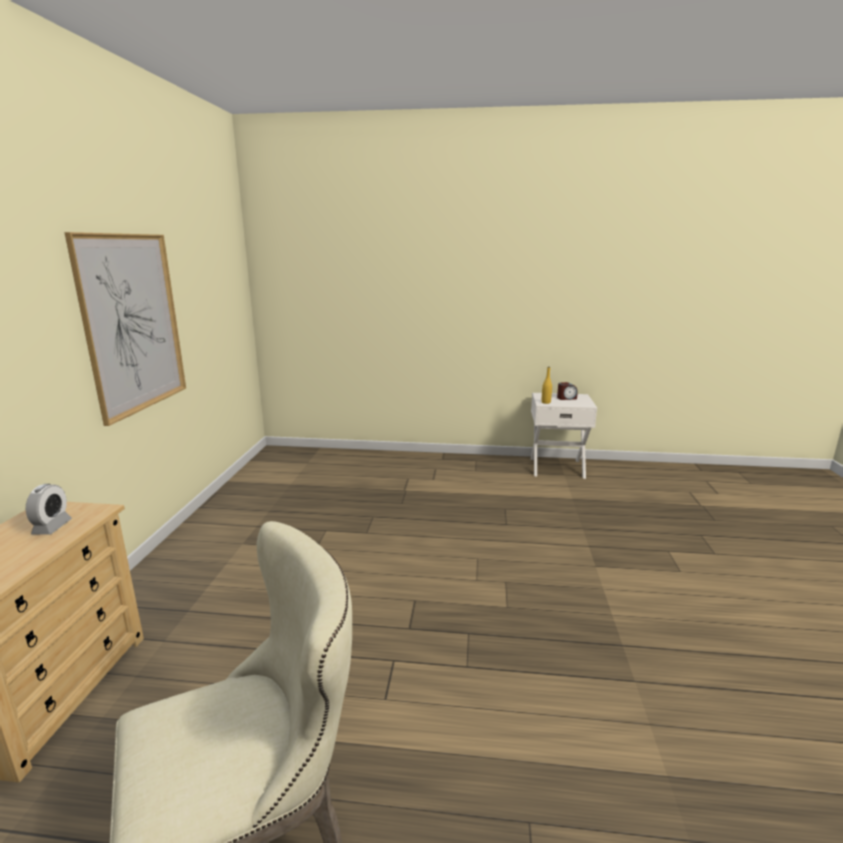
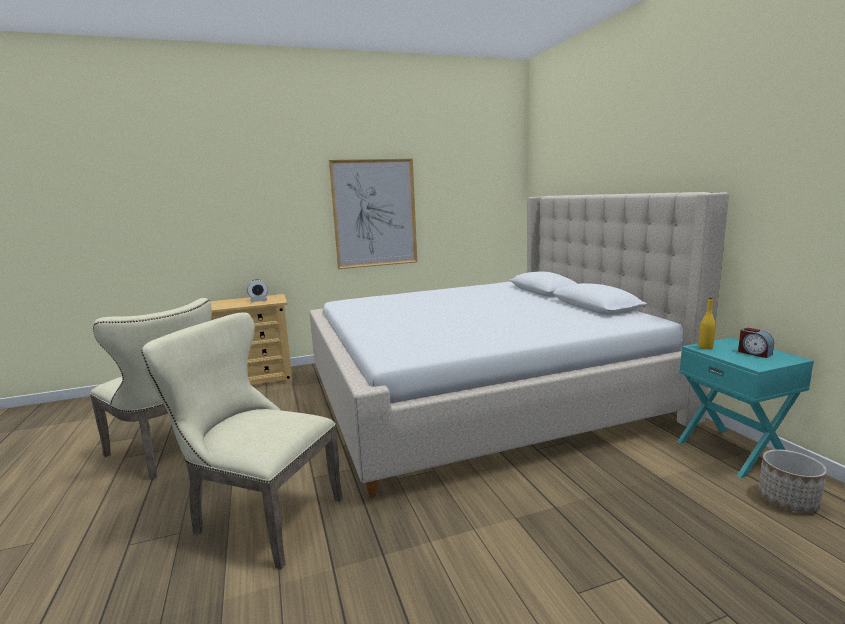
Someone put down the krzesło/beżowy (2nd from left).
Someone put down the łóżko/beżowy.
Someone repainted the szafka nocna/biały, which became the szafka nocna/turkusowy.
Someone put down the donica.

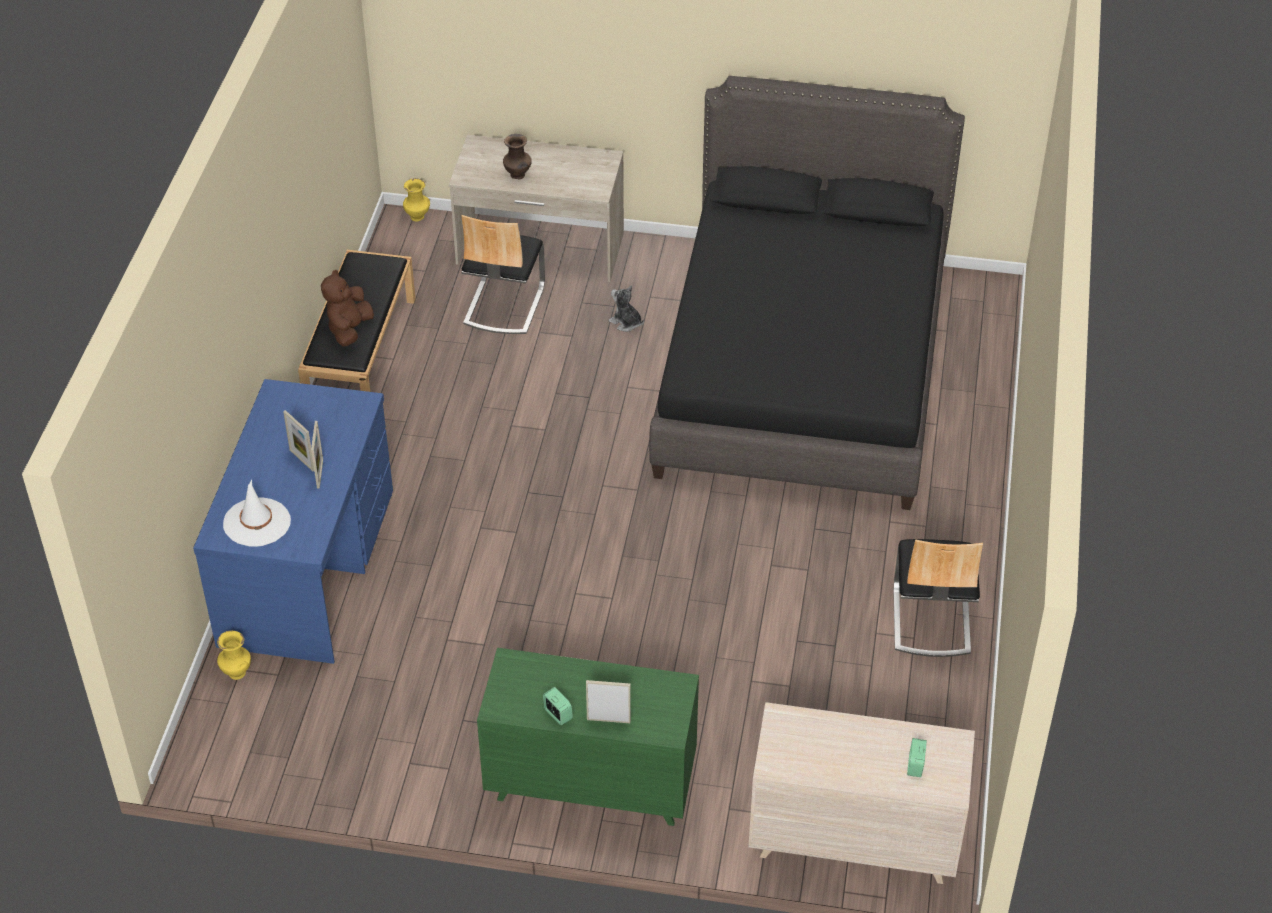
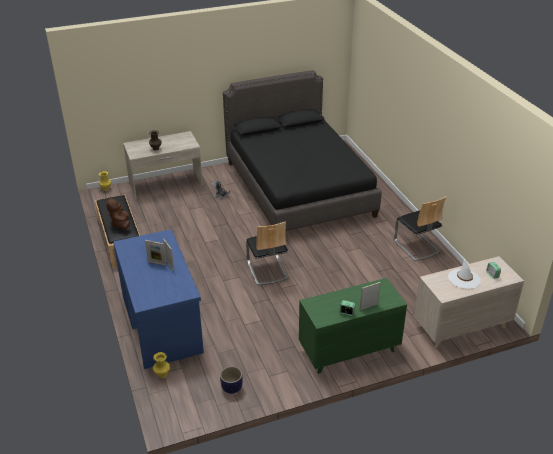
Someone put down the donica.
Someone carried the krzesło (1st from left).
Someone carried the kapelusz/biały.

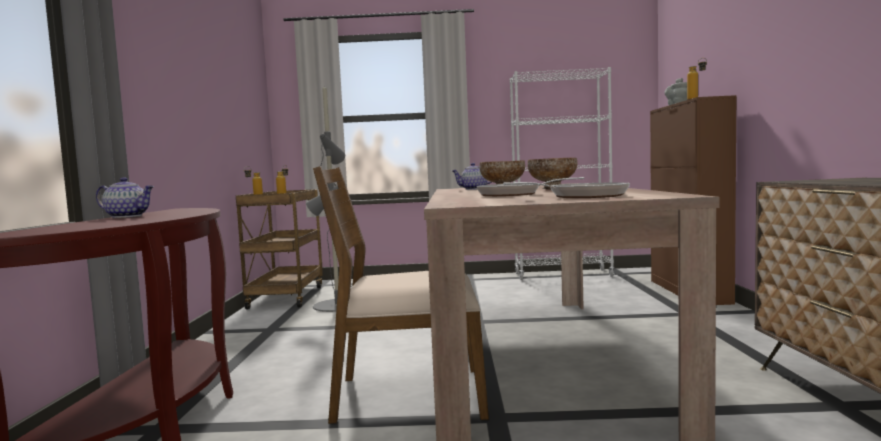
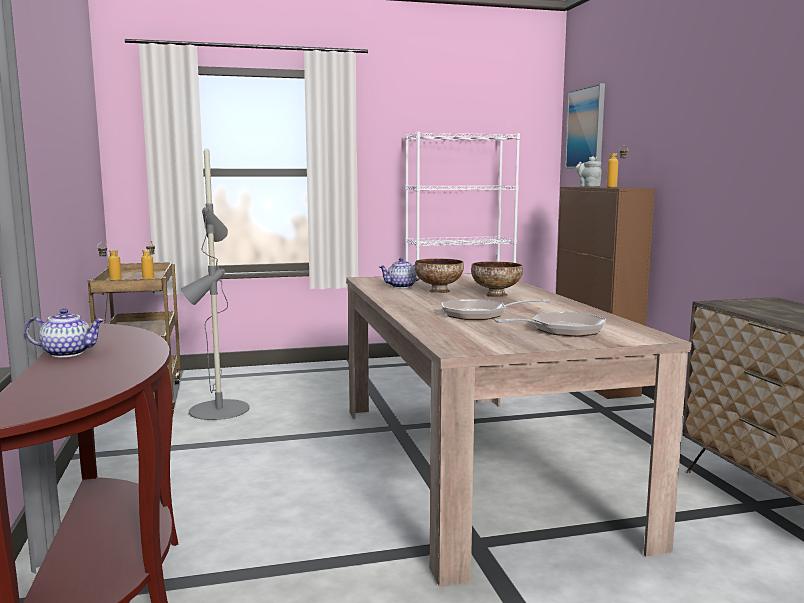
Someone put up the obraz.
Someone took away the krzesło/brązowy.

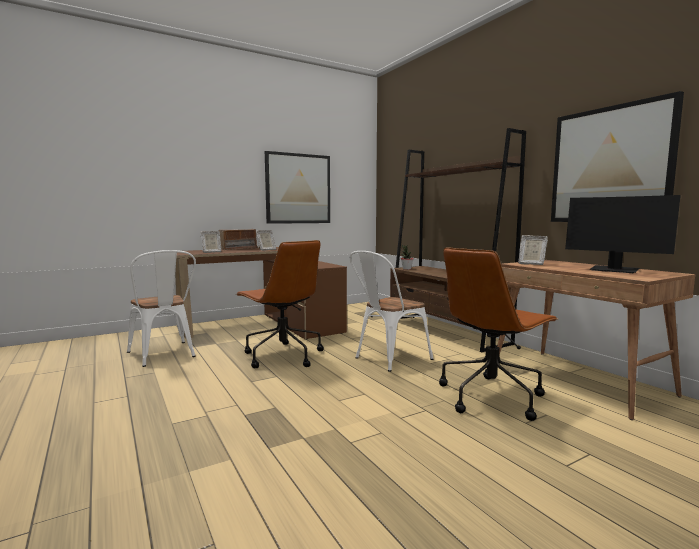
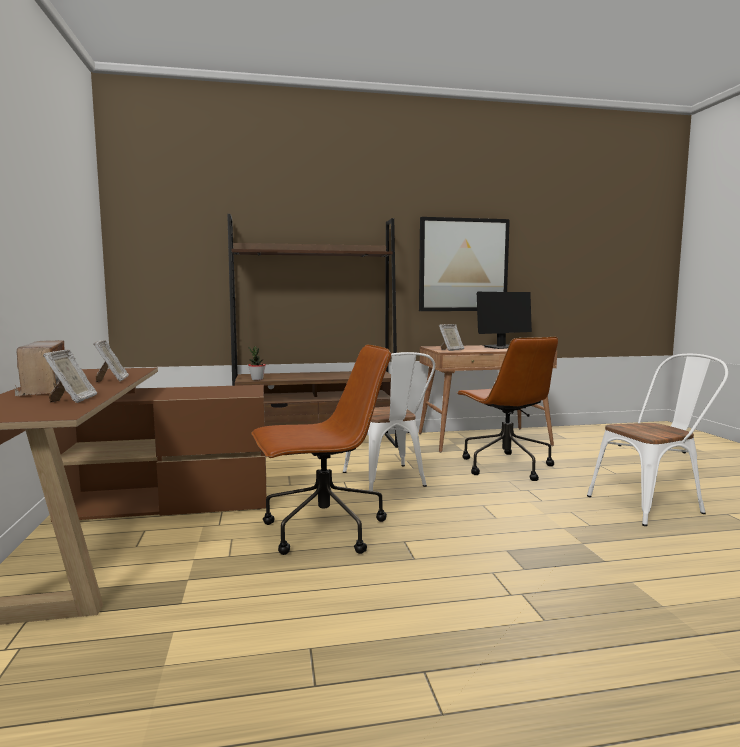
Someone carried the krzesło/biały (1st from left in the first image).
Someone took away the obraz (1st from left).

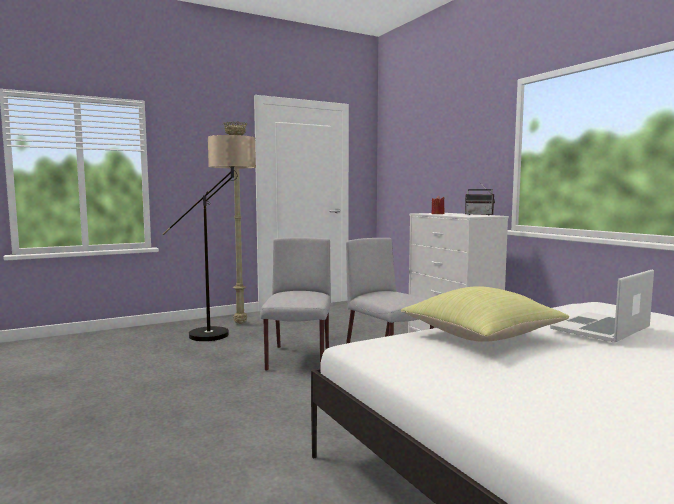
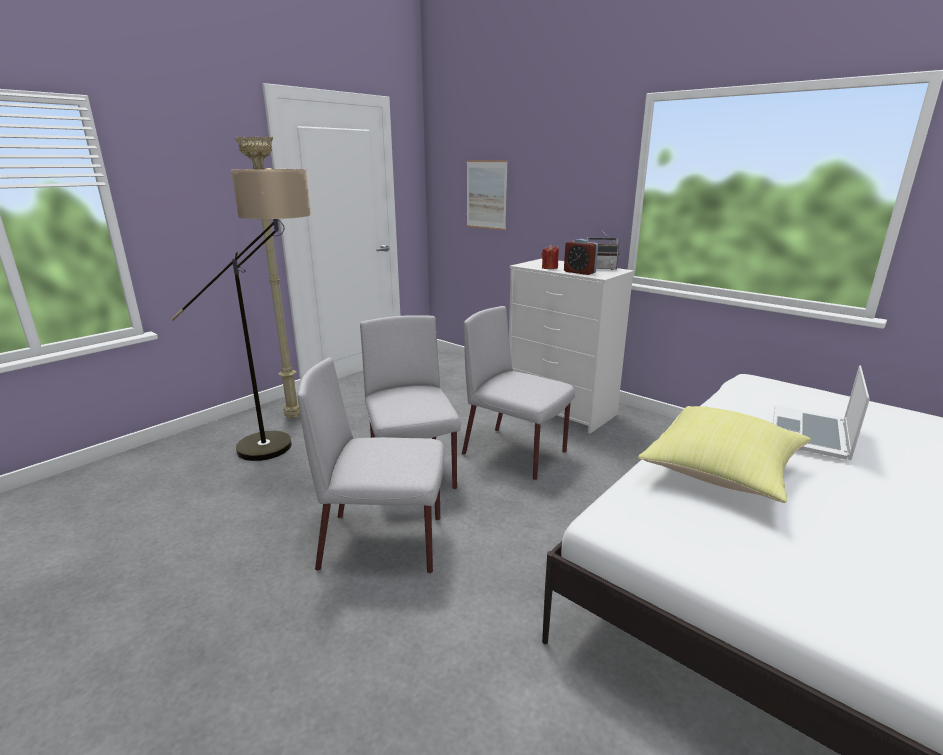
Someone put down the krzesło/szary (1st from left).
Someone put up the obraz.
Someone put down the budzik.

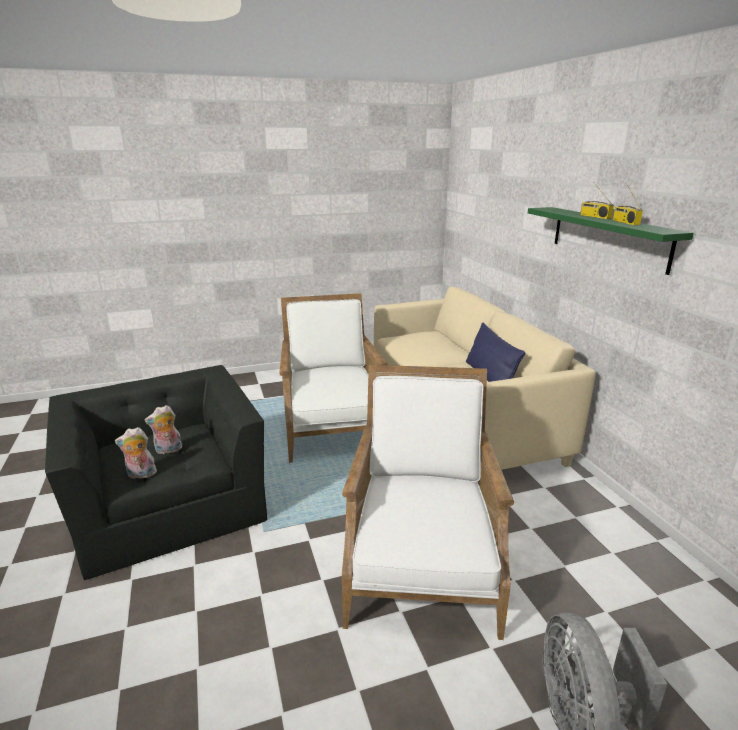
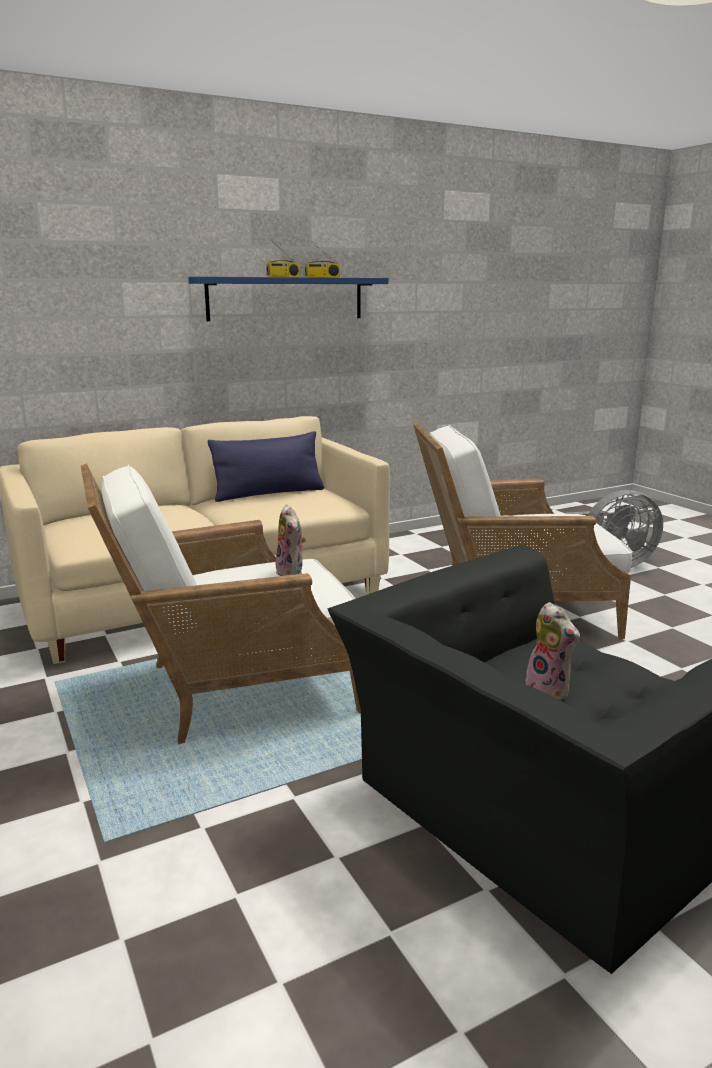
Someone repainted the półka/zielony, which became the półka/niebieski.
Someone carried the pluszak (1st from left).

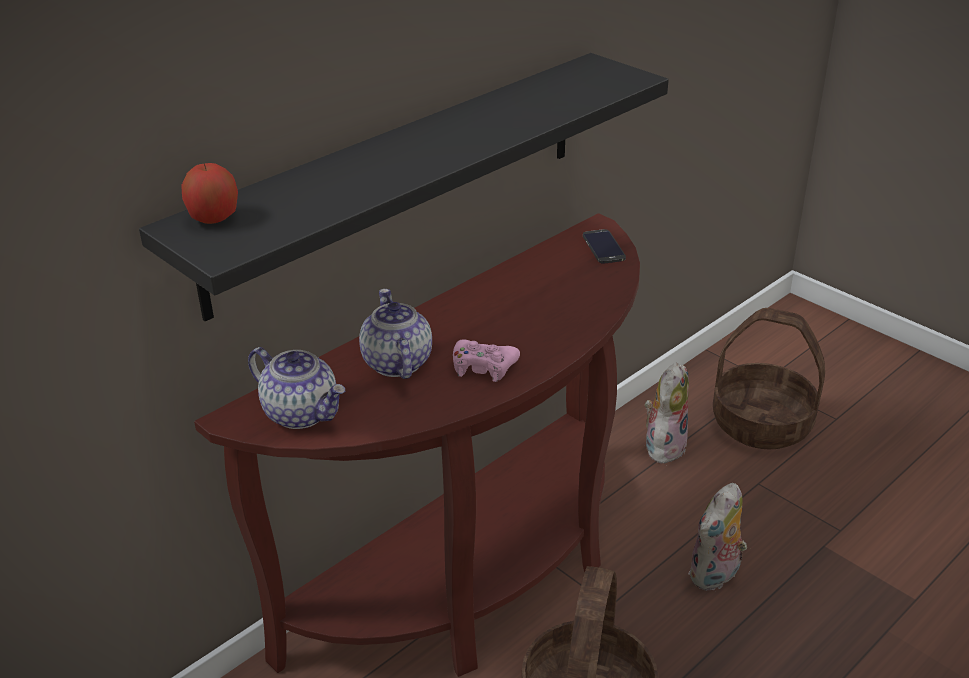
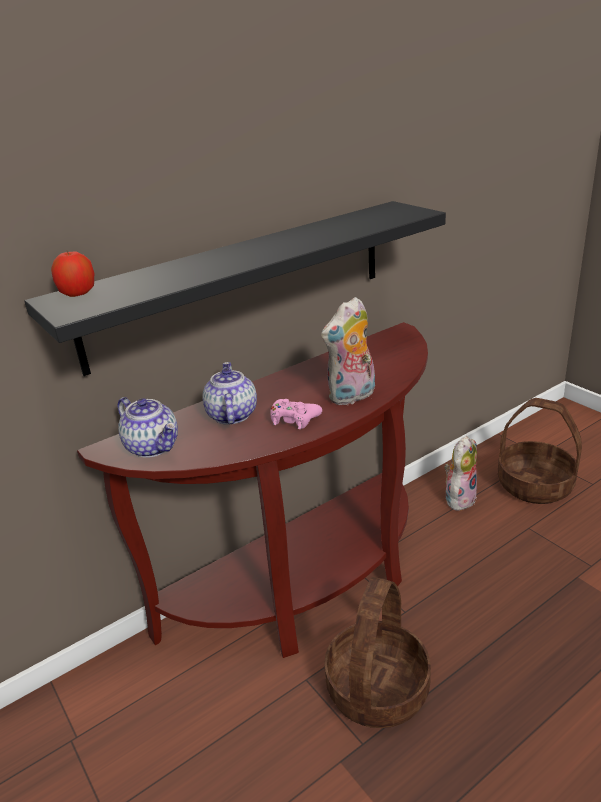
Someone carried the pluszak (2nd from left in the first image).
Someone took away the telefon.

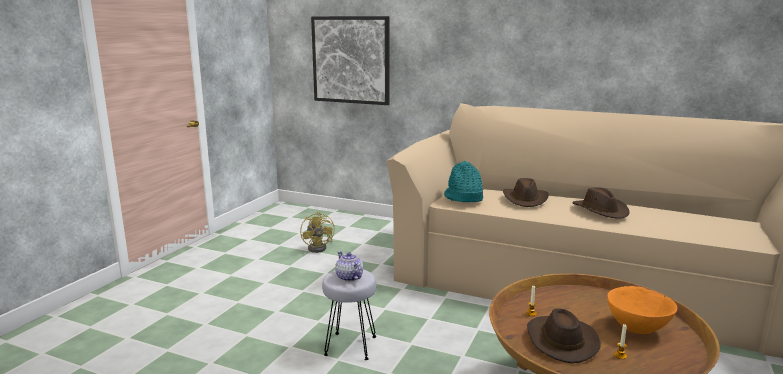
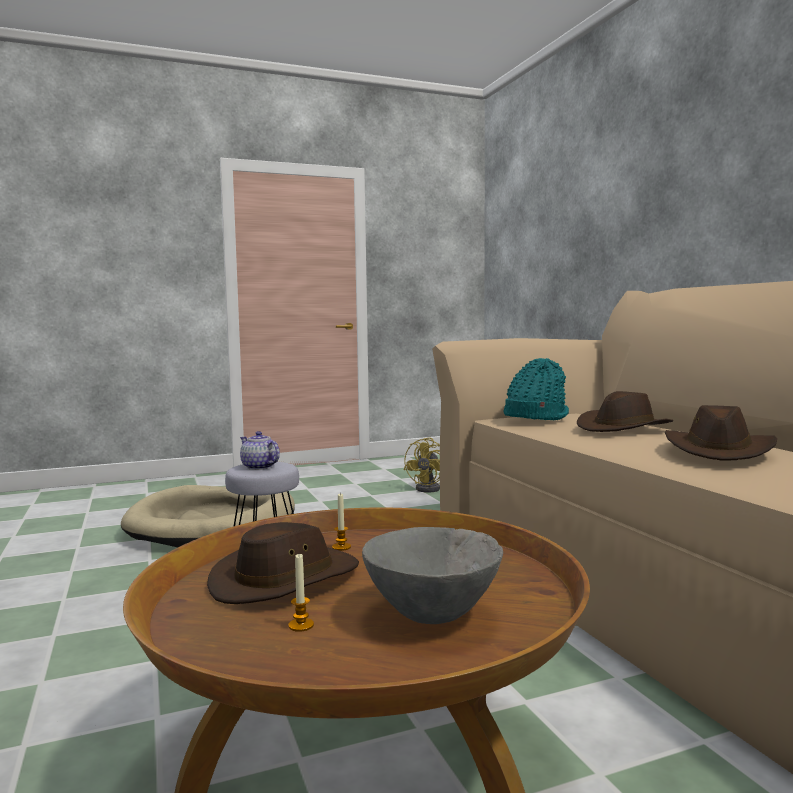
Someone put down the legowisko/beżowy.
Someone rotated the imbryk by 60 degrees counterclockwise.
Someone repainted the miska/pomarańczowy, which became the miska/szary.
Someone took away the obraz.

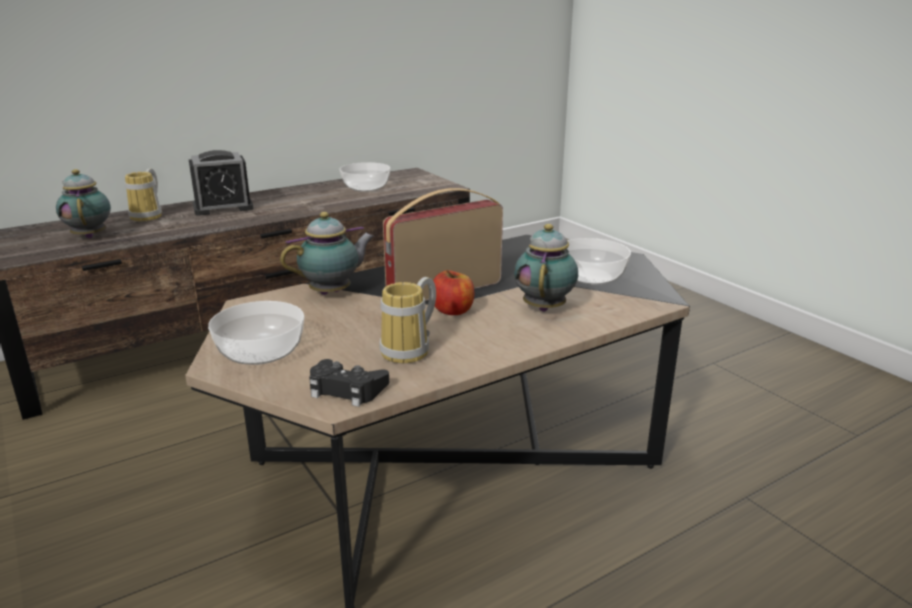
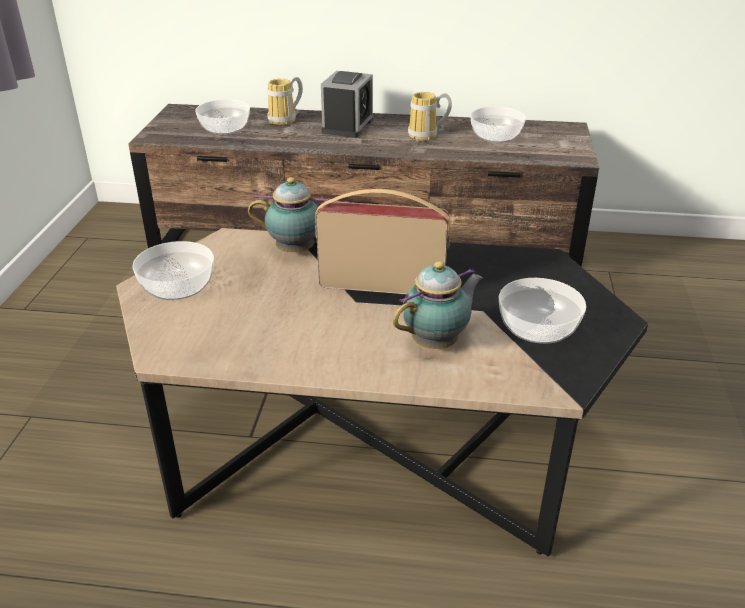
Someone swapped the imbryk (1st from left) for the miska (2nd from left).
Someone rotated the budzik by 90 degrees counterclockwise.
Someone carried the kubek (2nd from left).
Someone took away the pad do gier/czarny.
Someone took away the jabłko.

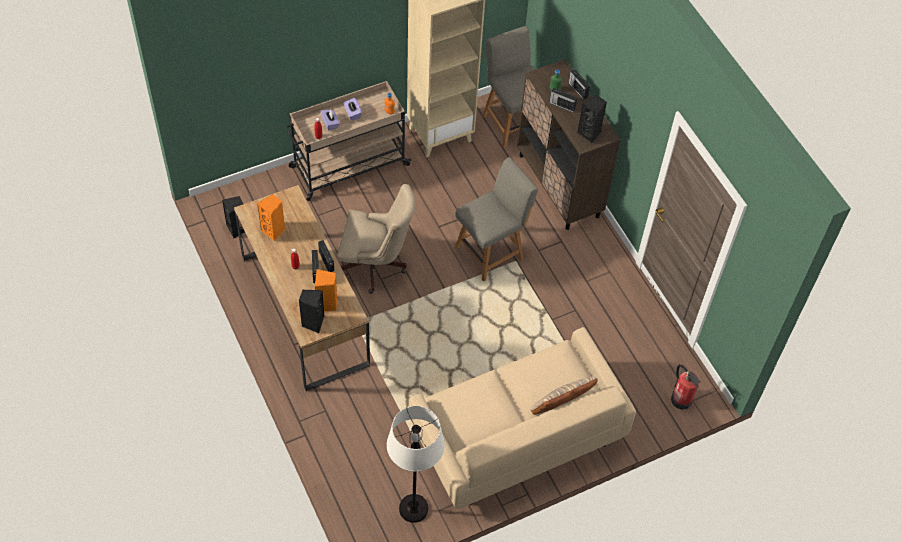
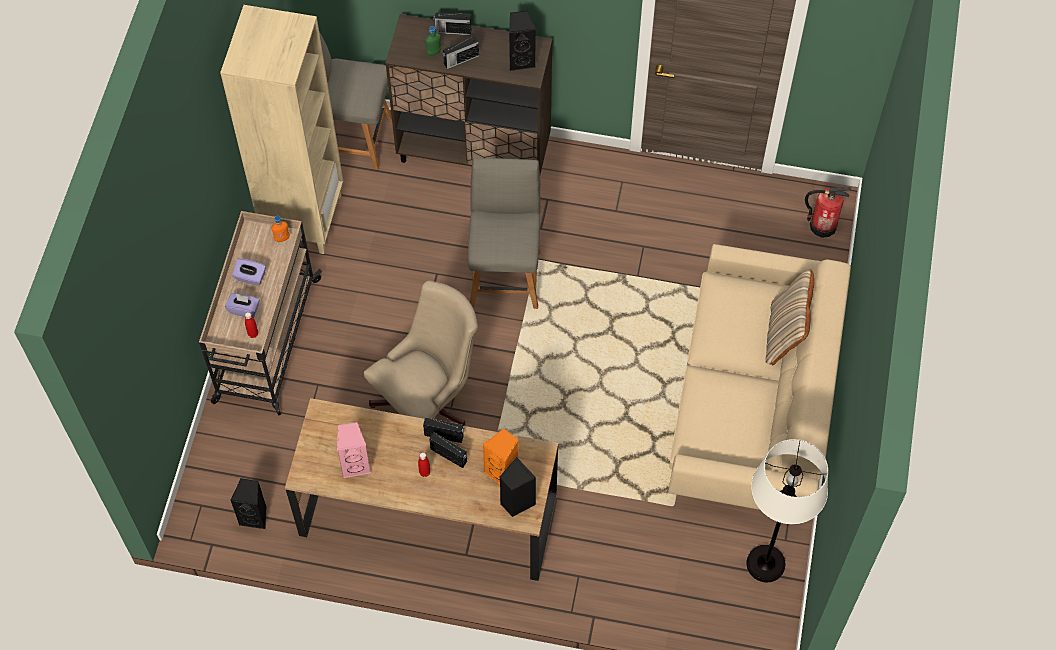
Someone repainted the głośnik/pomarańczowy (1st from left), which became the głośnik/różowy.

